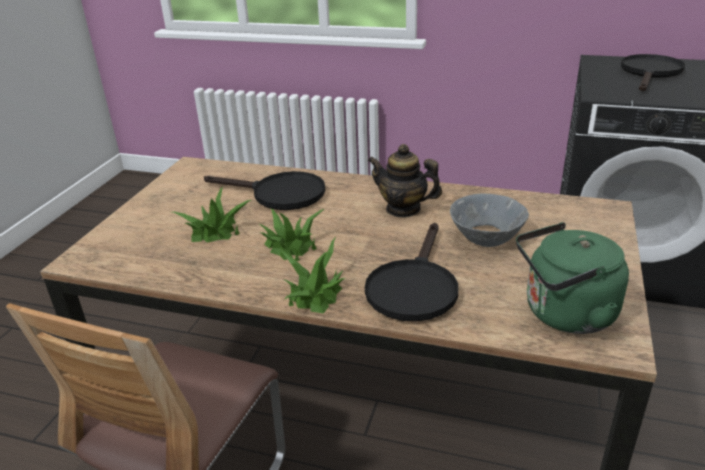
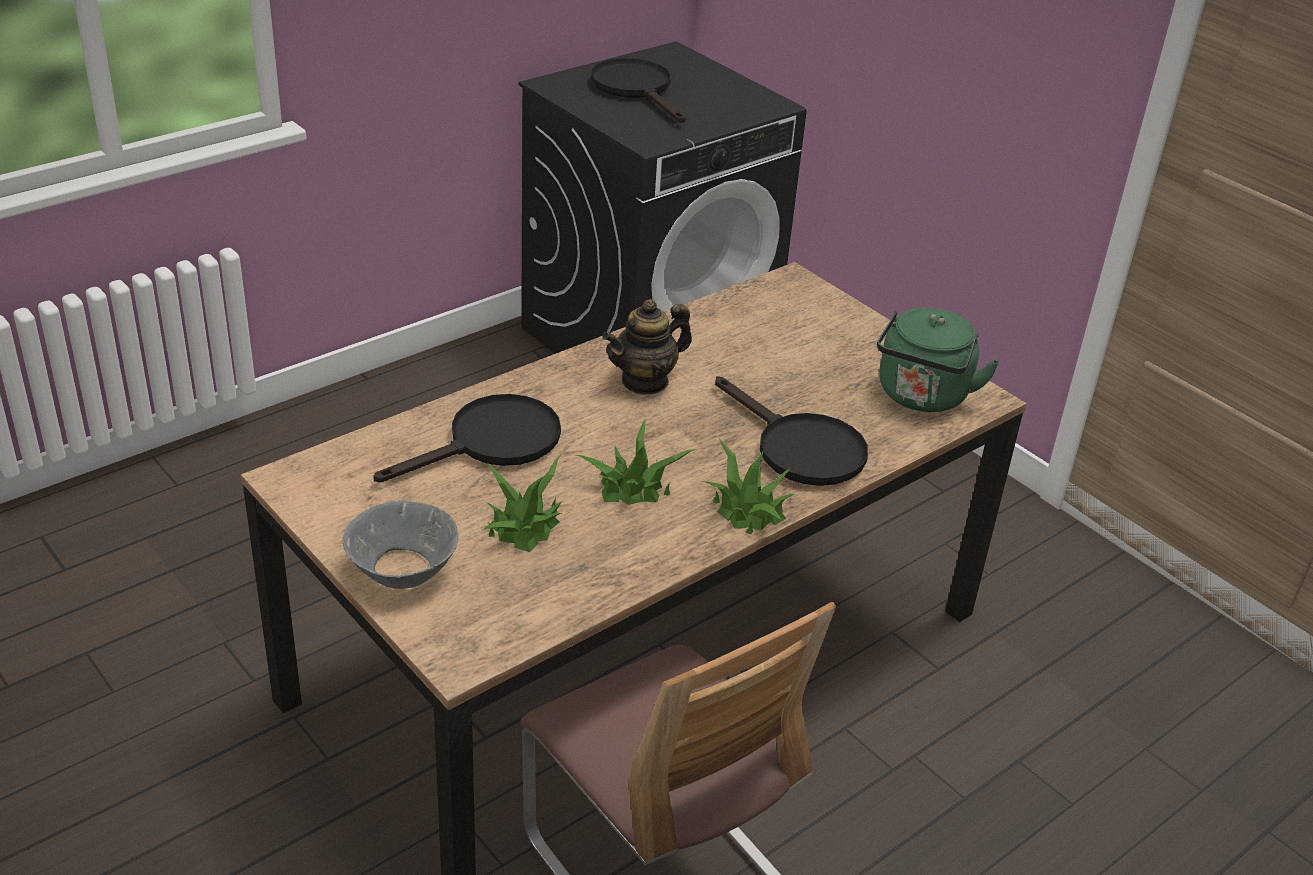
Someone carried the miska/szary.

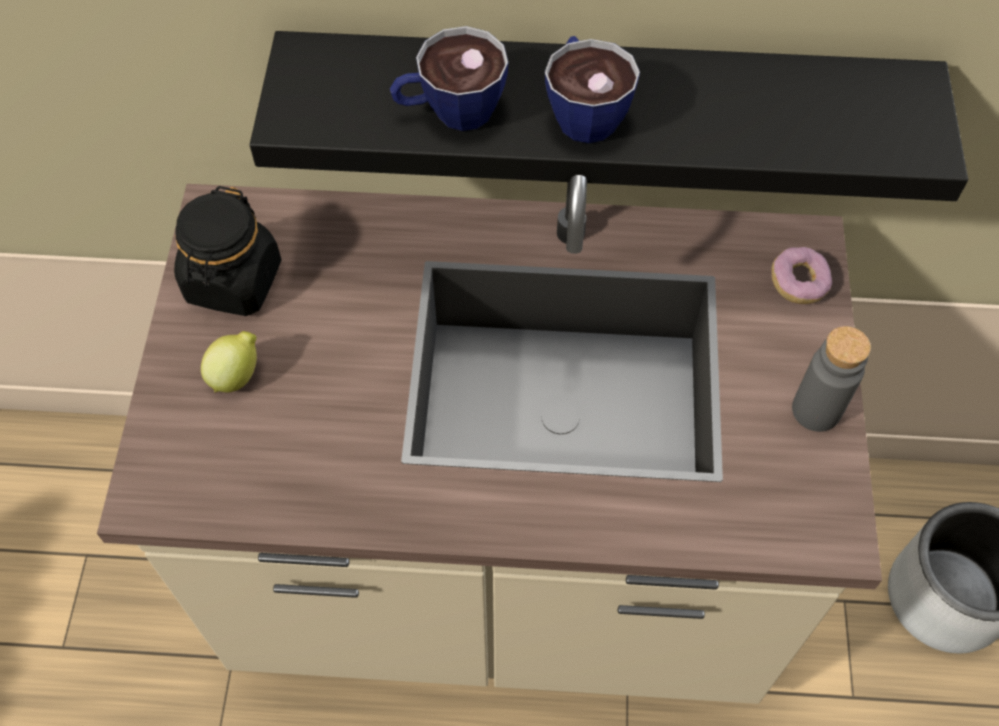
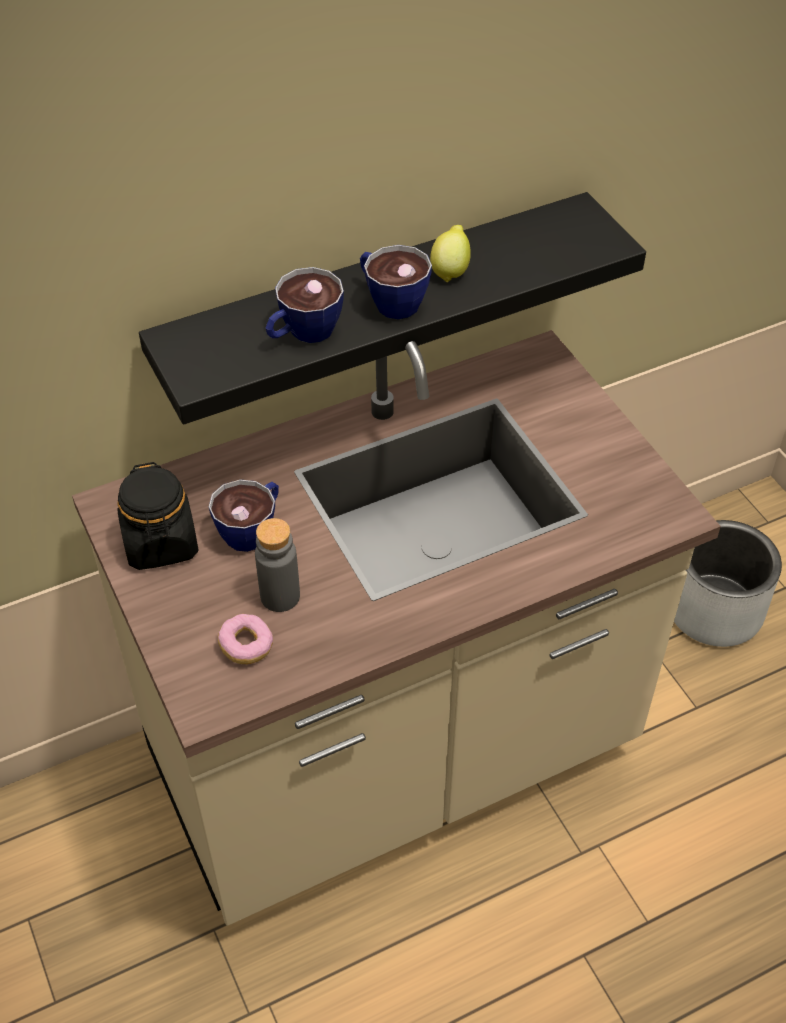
Someone put down the filiżanka (1st from left).
Someone carried the donut.
Someone carried the butelka/szary.
Someone carried the cytryna.

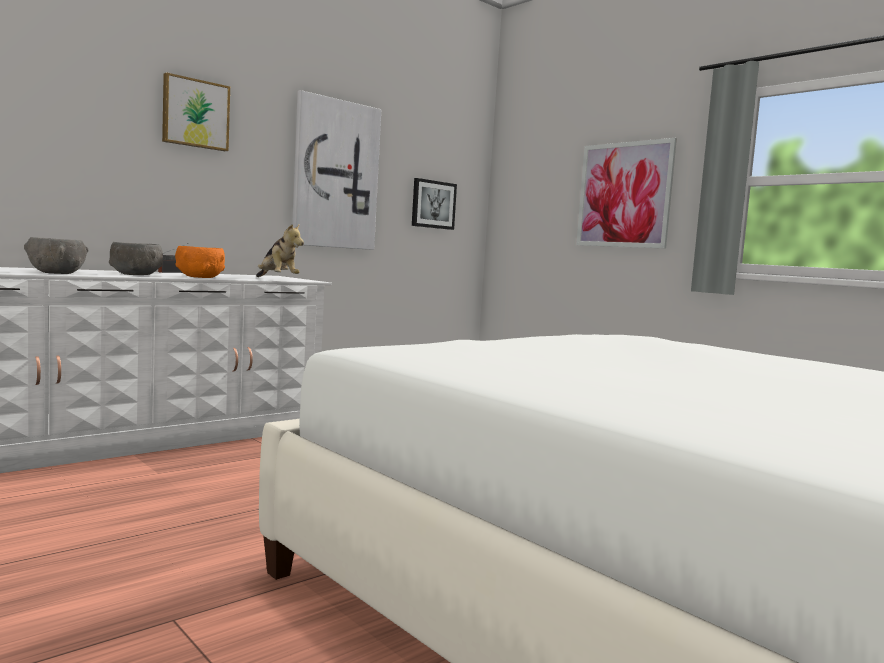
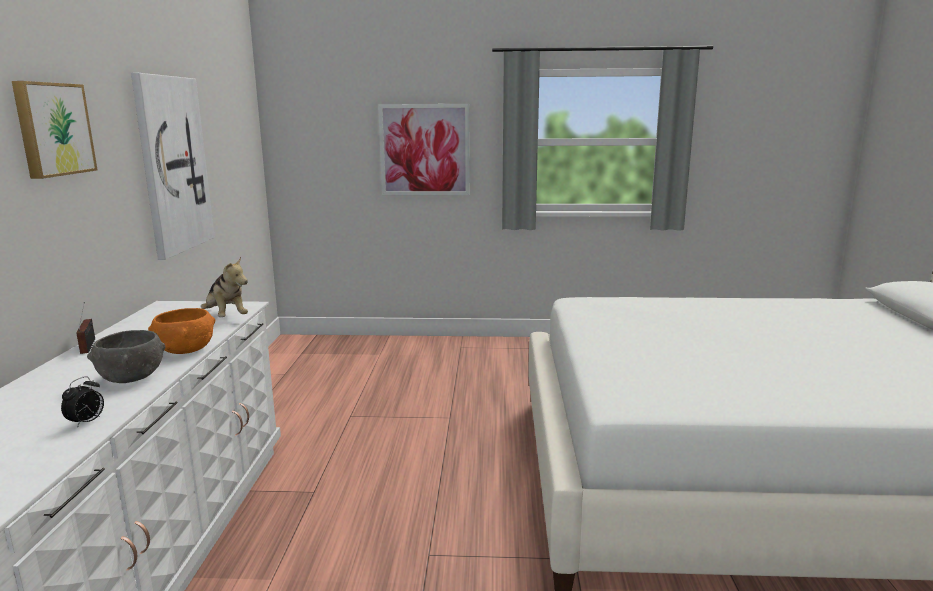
Someone swapped the miska/szary (1st from left) for the budzik.
Someone rotated the pluszak by 45 degrees clockwise.
Someone took away the obraz (3rd from left).

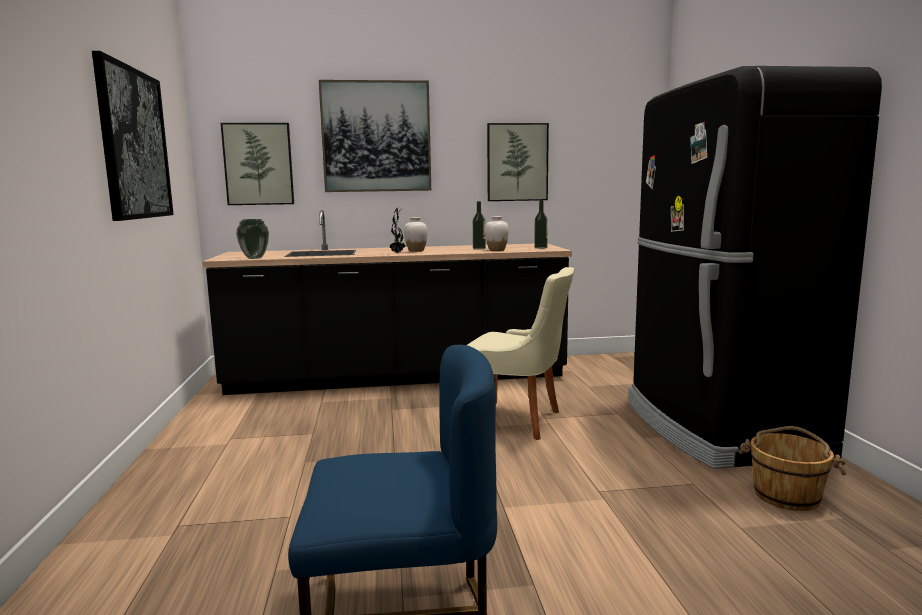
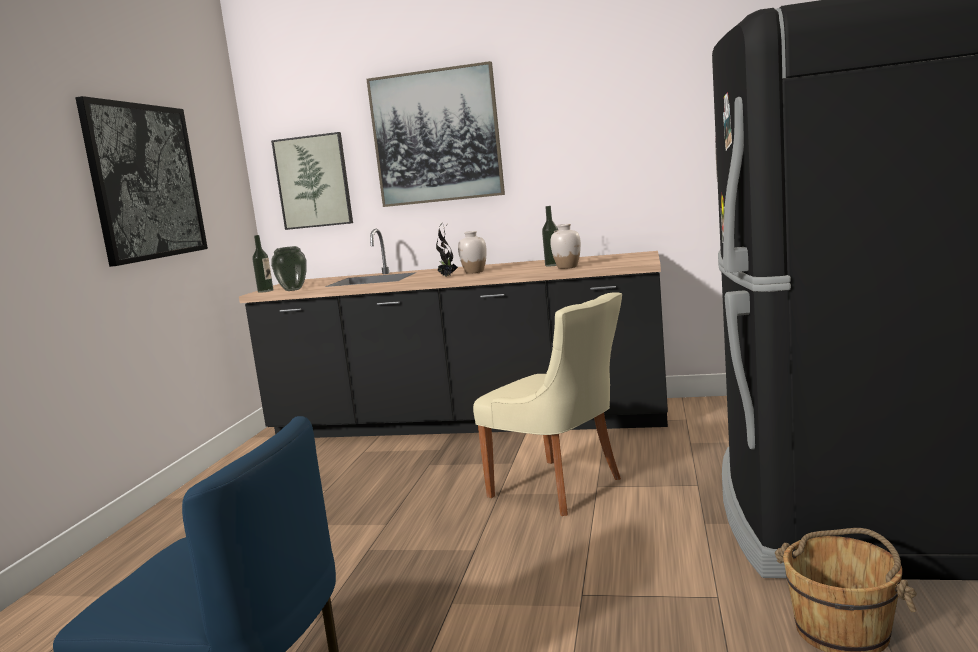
Someone carried the butelka (2nd from left in the first image).
Someone took away the obraz (4th from left).

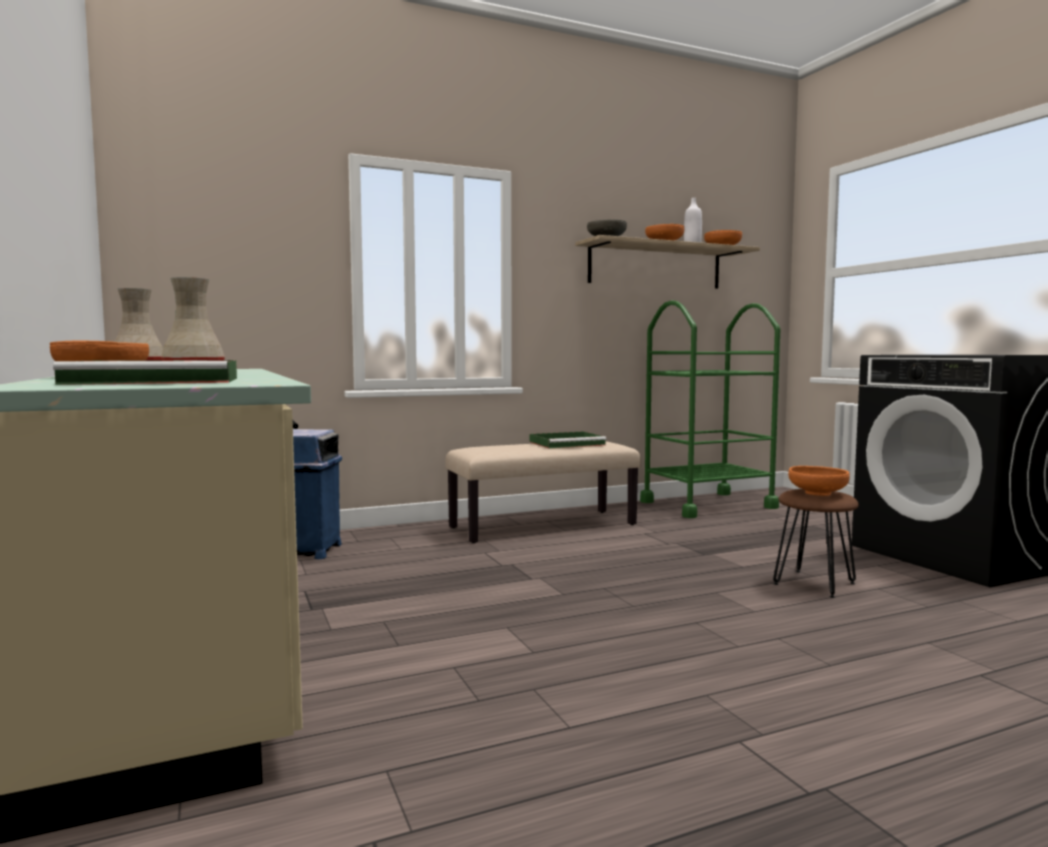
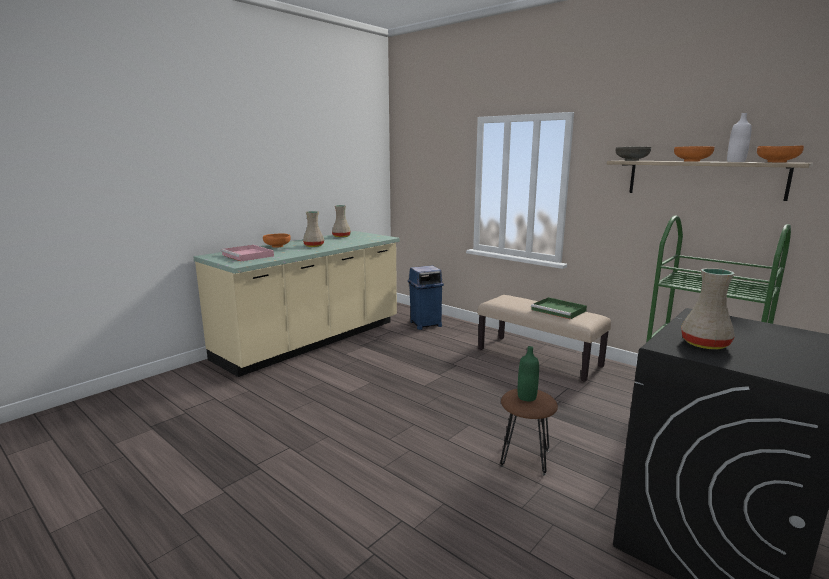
Someone repainted the taca/zielony (1st from left), which became the taca/różowy.
Someone swapped the miska/pomarańczowy (4th from left) for the butelka/zielony.
Someone put down the wazon/beżowy (3rd from left).

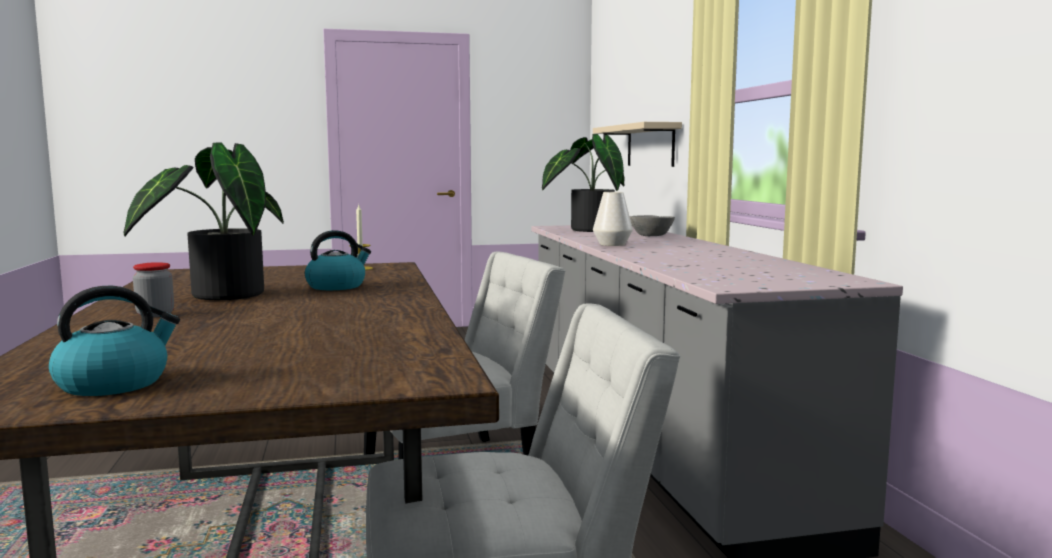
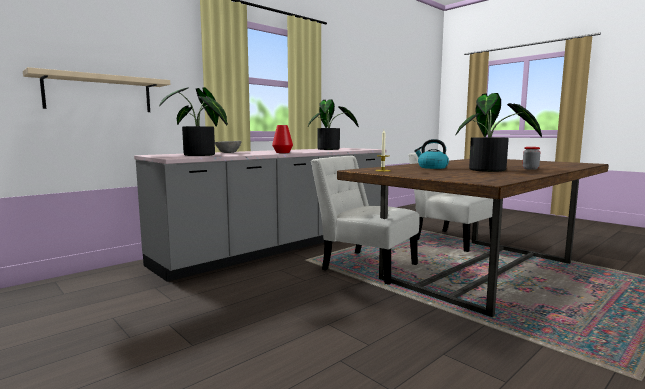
Someone repainted the wazon/biały, which became the wazon/czerwony.
Someone put down the roślina doniczkowa (2nd from left).
Someone took away the czajnik (1st from left).

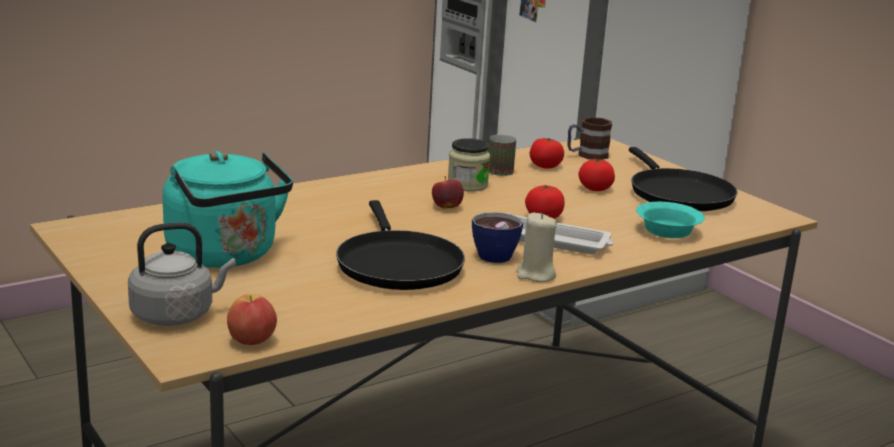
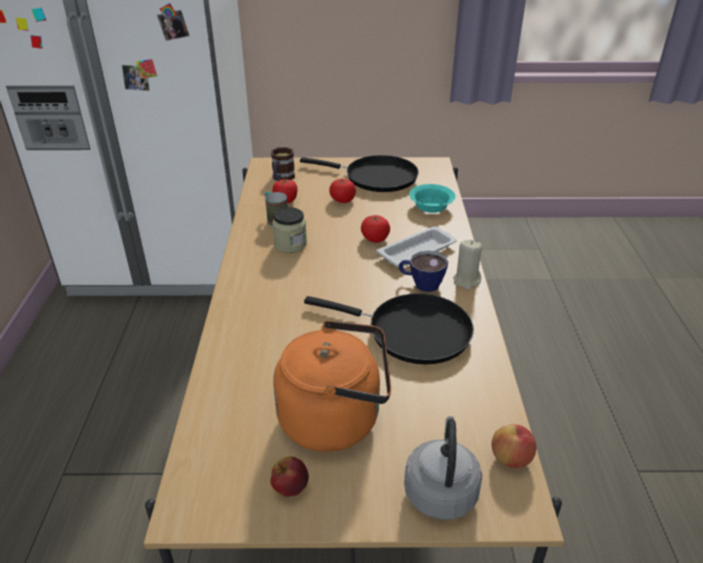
Someone carried the jabłko (2nd from left in the first image).
Someone repainted the czajnik/turkusowy, which became the czajnik/pomarańczowy.

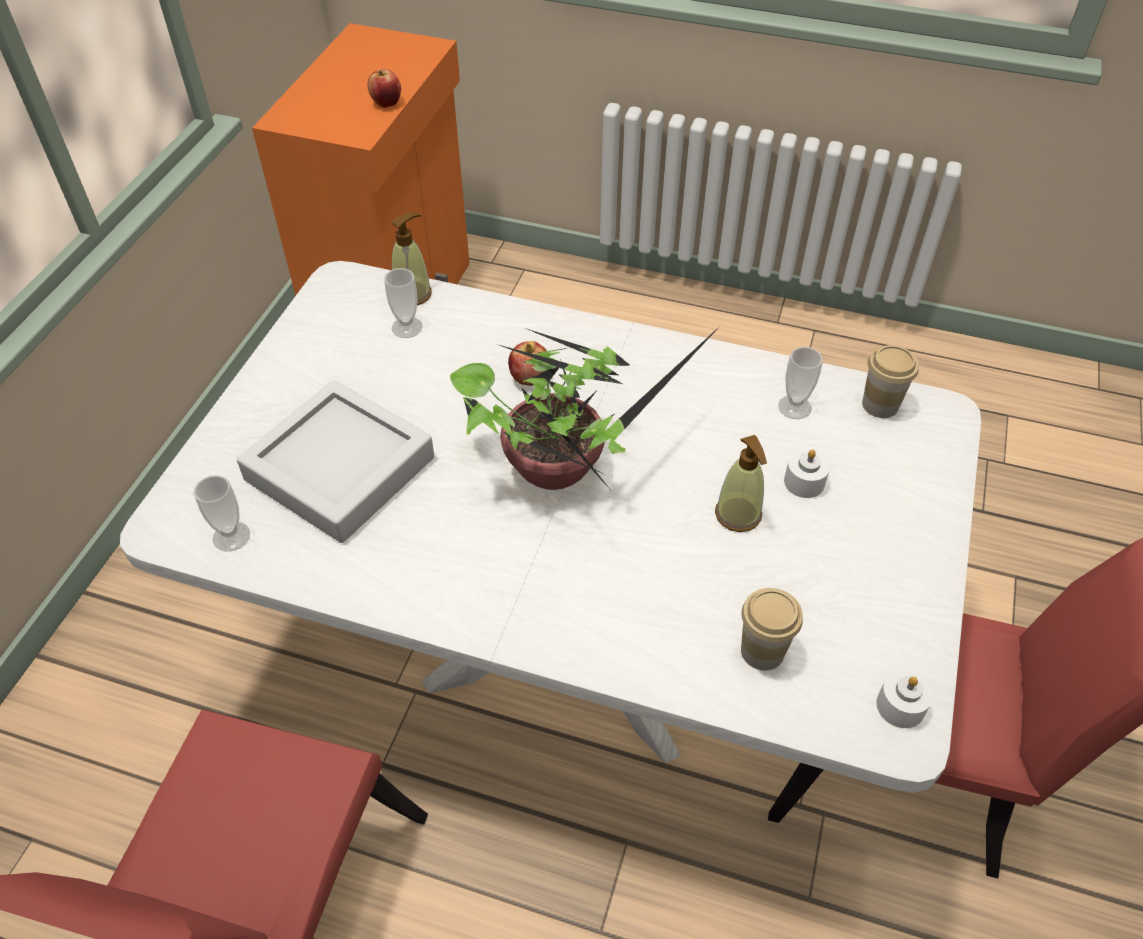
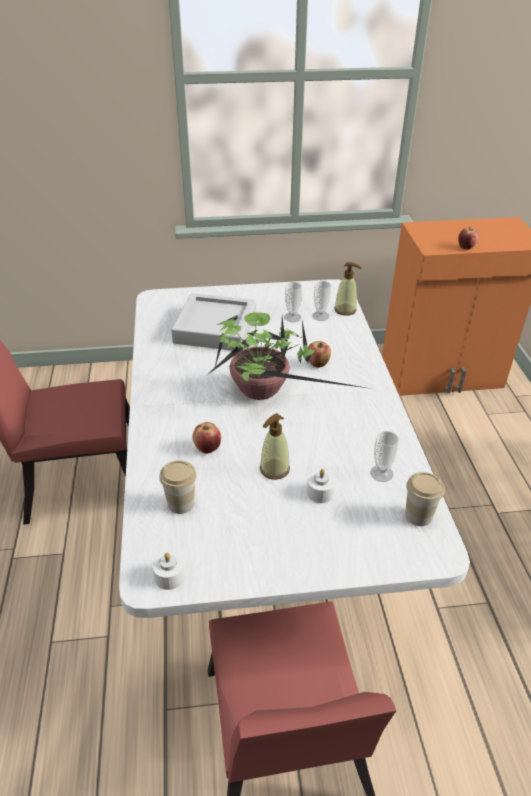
Someone put down the jabłko (1st from left).
Someone carried the filiżanka (1st from left in the first image).

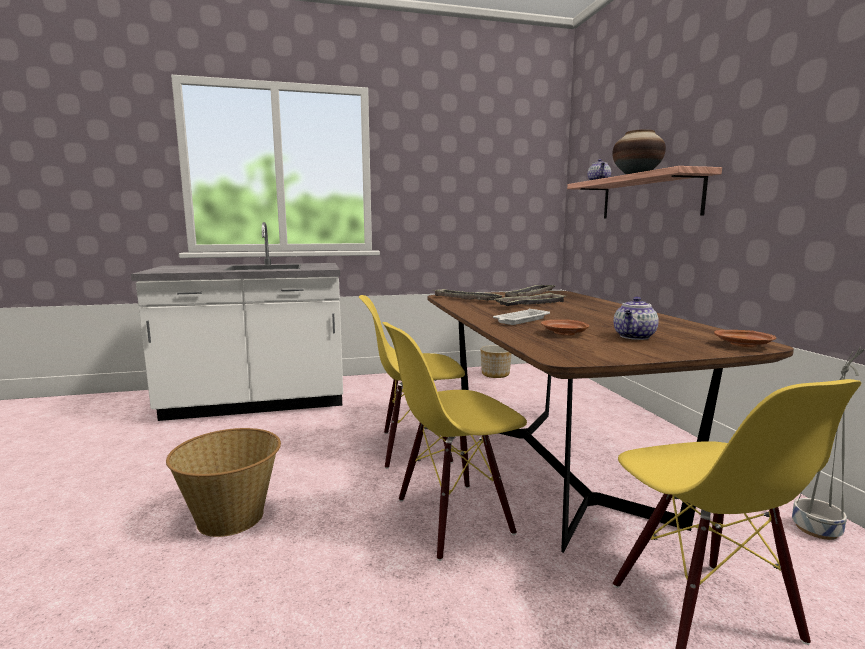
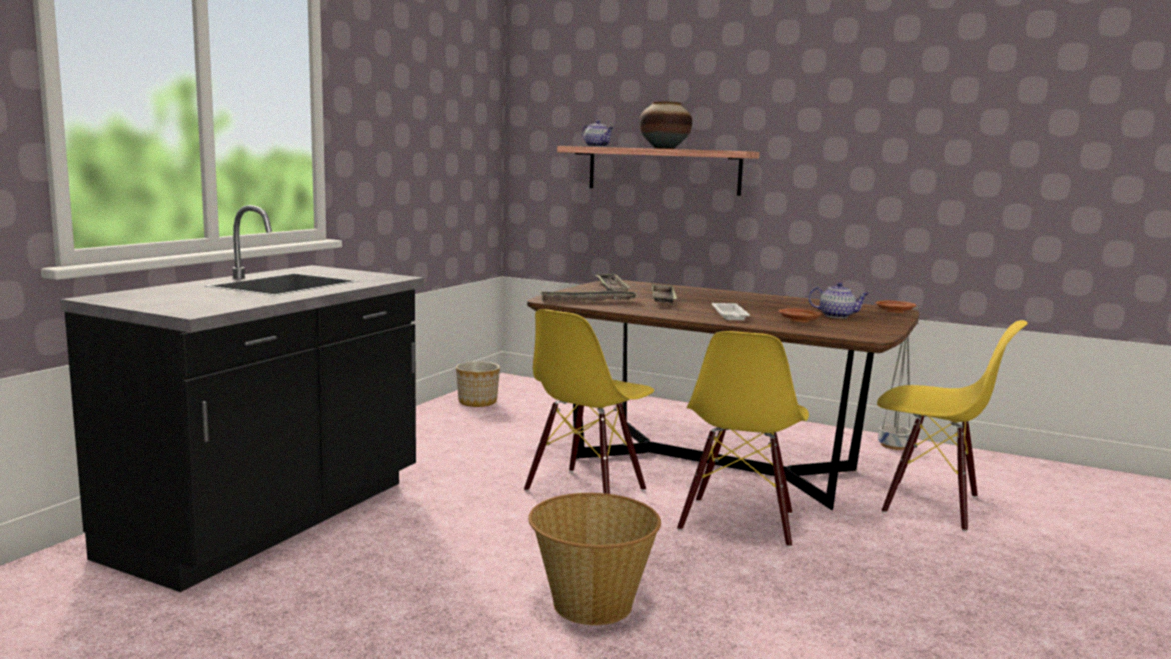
Someone repainted the zabudowa kuchenna/biały, which became the zabudowa kuchenna/czarny.
Someone rotated the imbryk (2nd from left) by 60 degrees counterclockwise.

